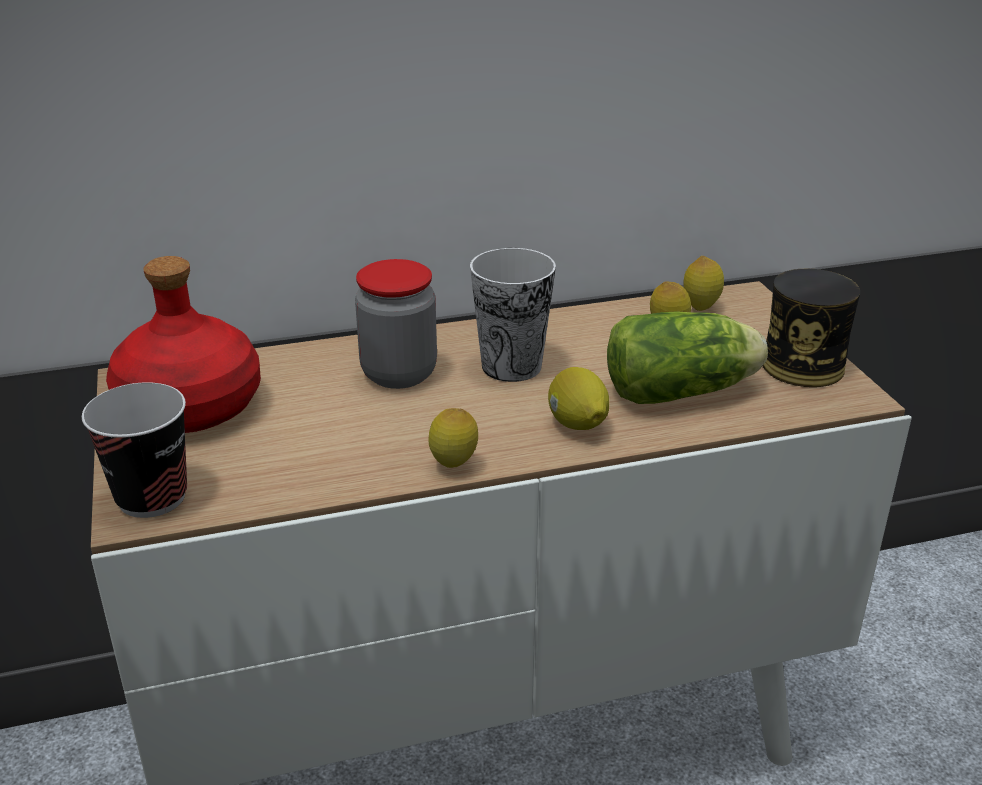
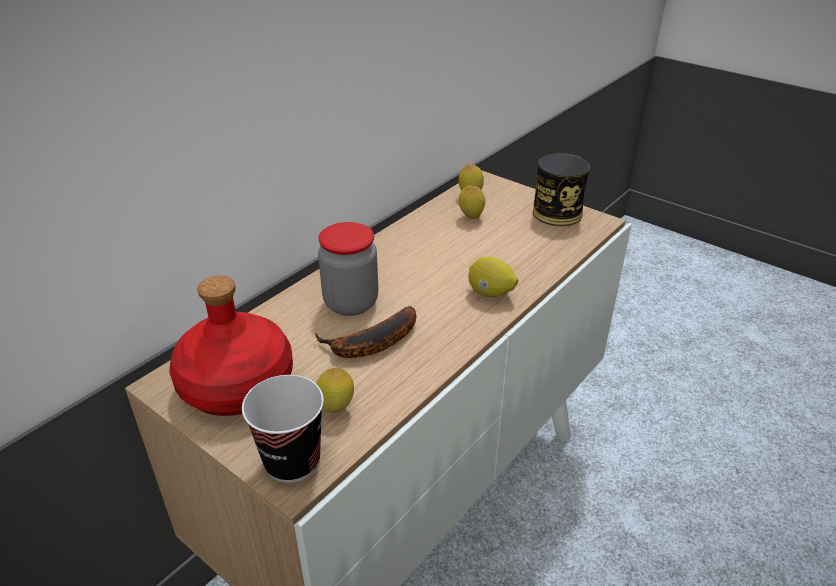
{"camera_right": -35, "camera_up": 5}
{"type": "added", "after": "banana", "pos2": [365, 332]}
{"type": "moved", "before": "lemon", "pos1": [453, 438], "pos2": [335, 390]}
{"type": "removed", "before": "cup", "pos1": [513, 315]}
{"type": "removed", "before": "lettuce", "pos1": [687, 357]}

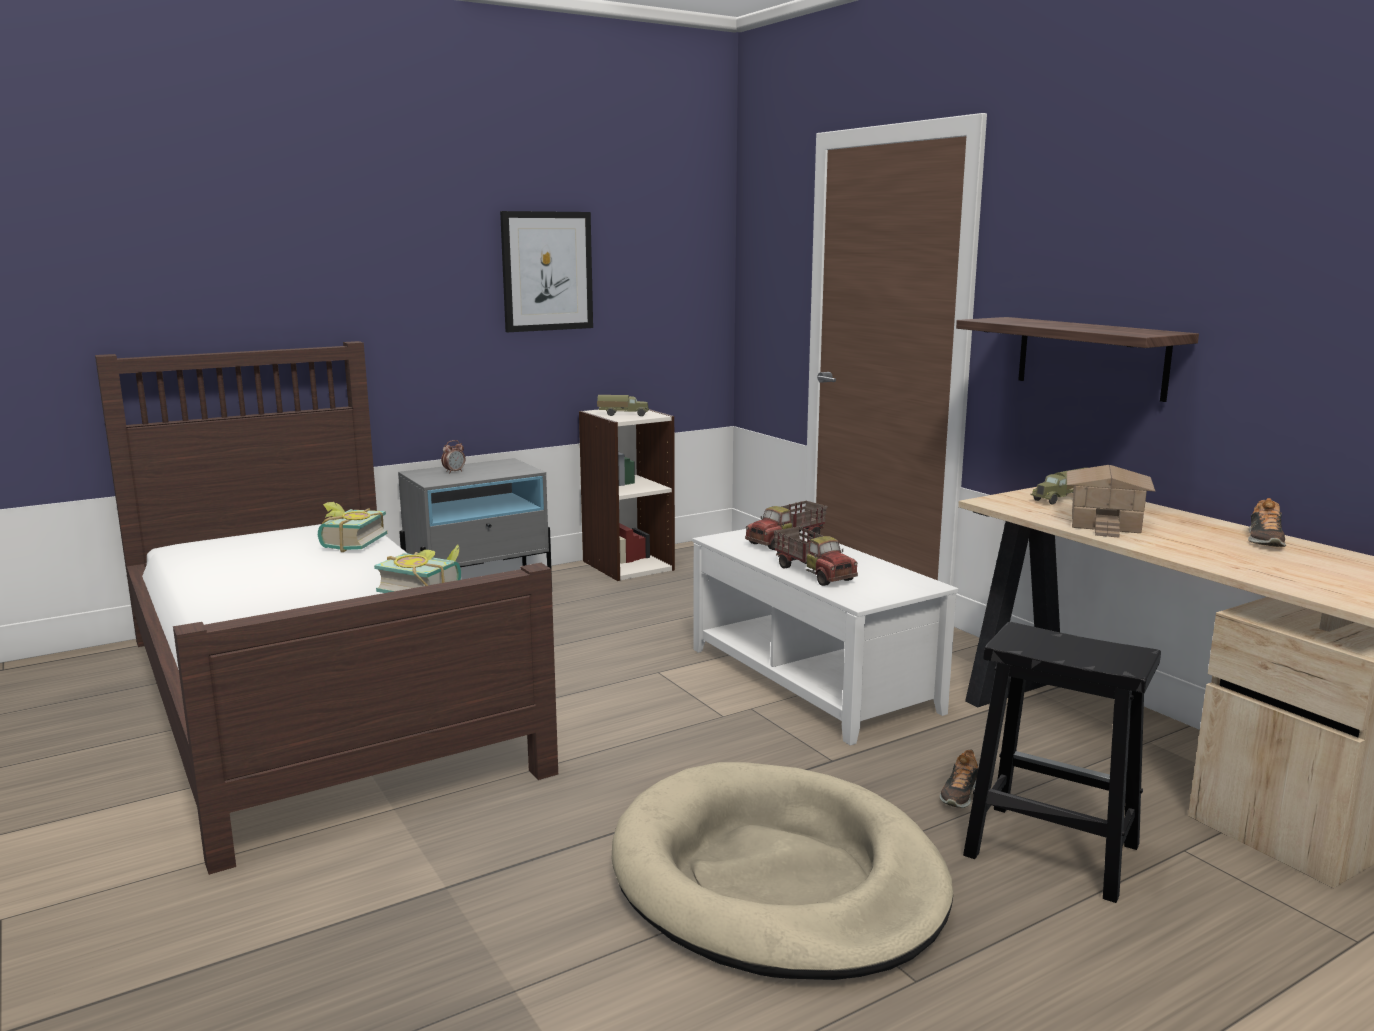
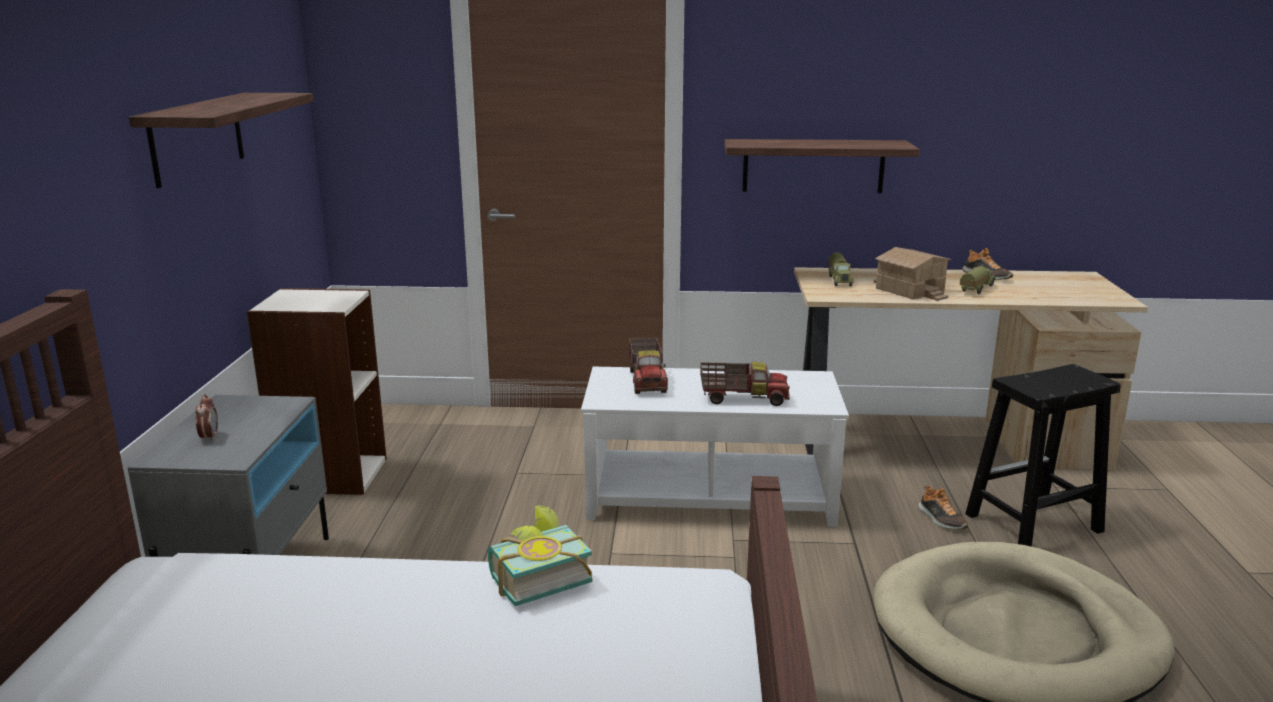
{"camera_right": -55, "camera_up": 5}
{"type": "replaced", "before": "picture", "after": "shelf", "pos1": [546, 271], "pos2": [221, 140]}
{"type": "moved", "before": "toy truck", "pos1": [623, 405], "pos2": [978, 280]}
{"type": "removed", "before": "book", "pos1": [352, 527]}

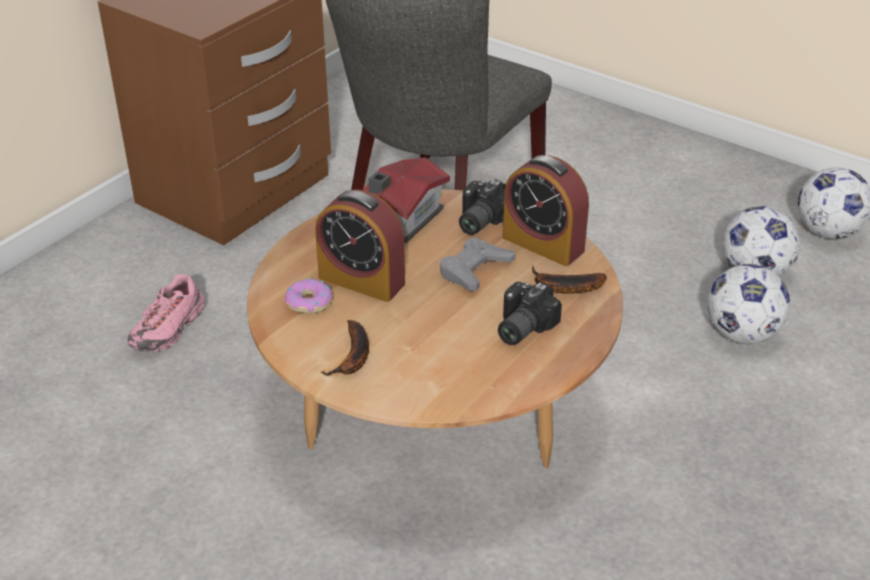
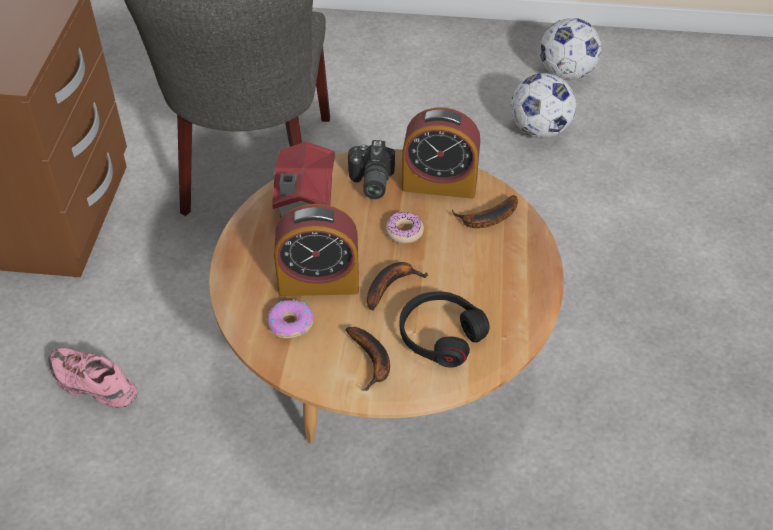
{"camera_right": -30, "camera_up": 10}
{"type": "turned", "before": "pink shoe", "pos1": [166, 313], "pos2": [93, 378], "turn": 120}
{"type": "added", "after": "banana", "pos2": [397, 286]}
{"type": "replaced", "before": "grey game controller", "after": "donut", "pos1": [477, 264], "pos2": [405, 228]}
{"type": "added", "after": "black headphones", "pos2": [445, 329]}
{"type": "removed", "before": "photo camera", "pos1": [530, 313]}
{"type": "removed", "before": "football", "pos1": [748, 304]}

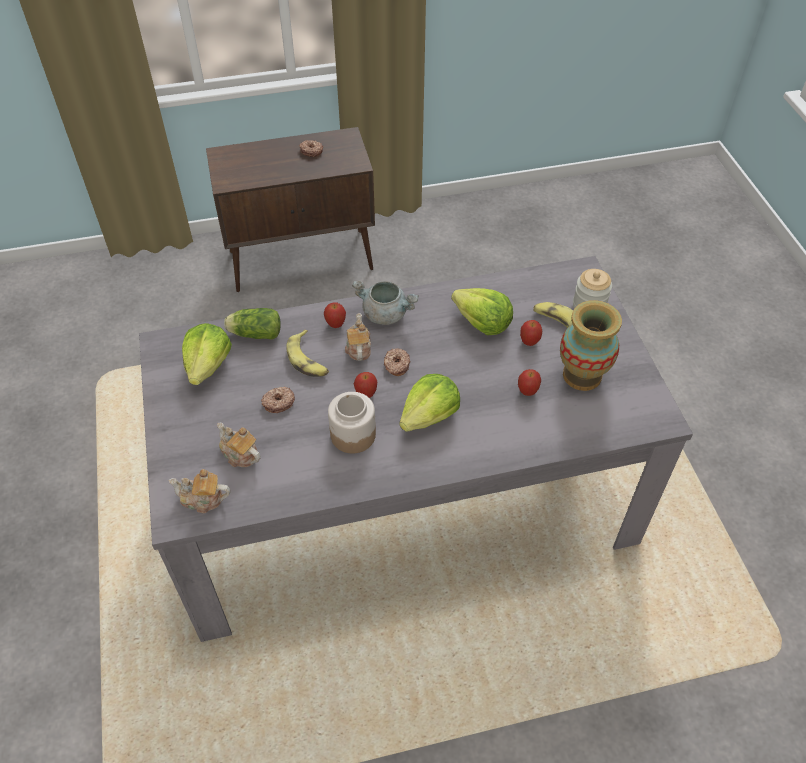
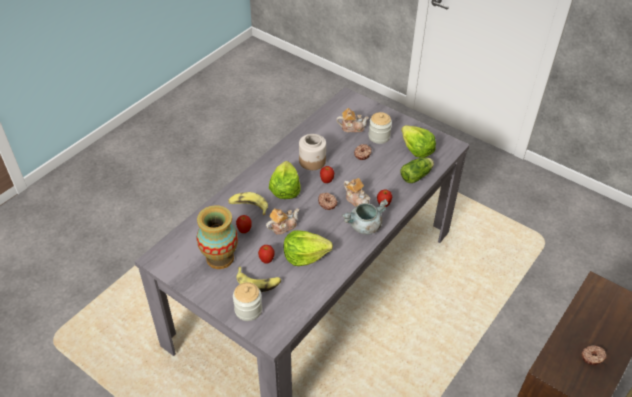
{"camera_right": 140, "camera_up": -5}
{"type": "moved", "before": "banana", "pos1": [307, 353], "pos2": [248, 203]}
{"type": "moved", "before": "teapot", "pos1": [199, 491], "pos2": [282, 221]}
{"type": "added", "after": "jar", "pos2": [380, 128]}

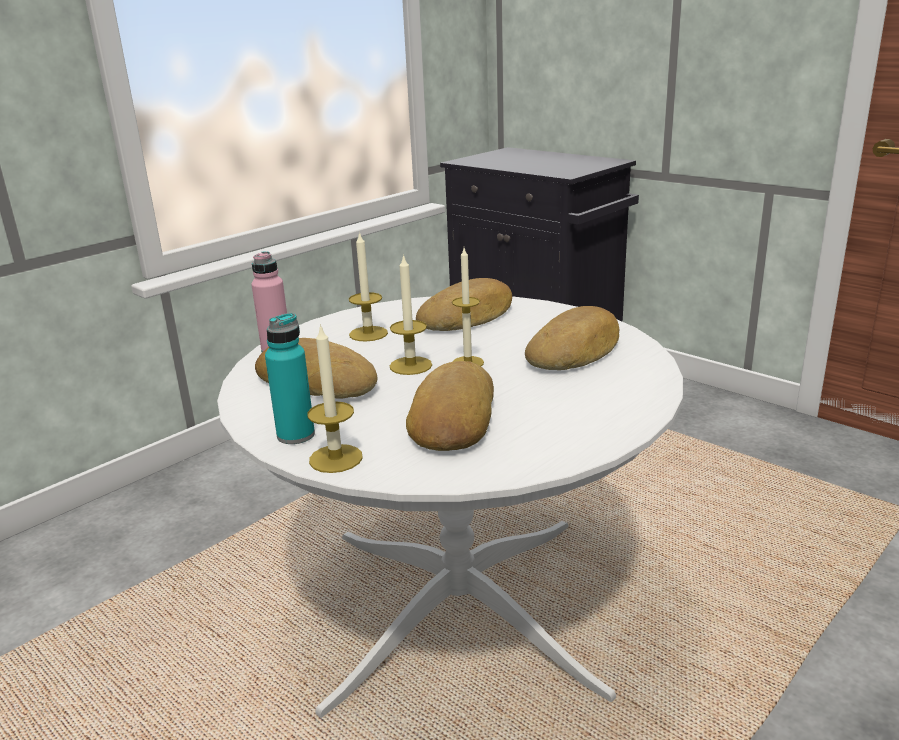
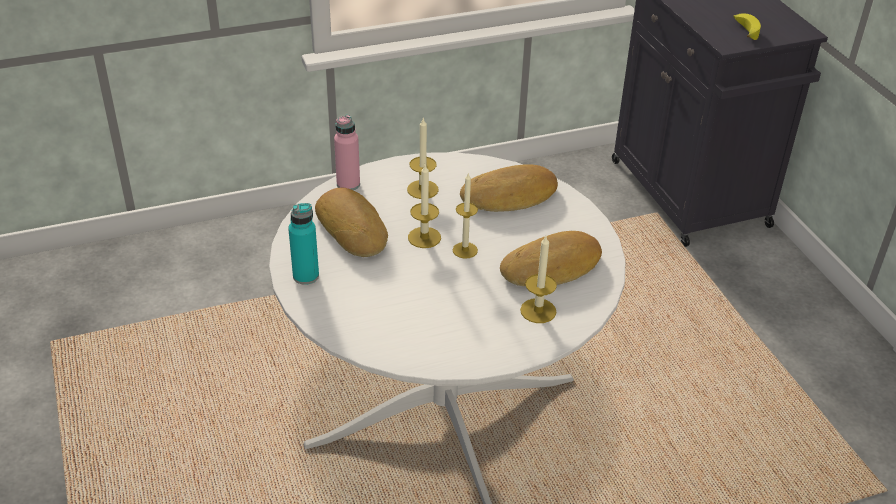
{"camera_right": 25, "camera_up": 15}
{"type": "moved", "before": "candle", "pos1": [335, 398], "pos2": [538, 279]}
{"type": "added", "after": "banana", "pos2": [747, 26]}
{"type": "removed", "before": "bread", "pos1": [450, 406]}

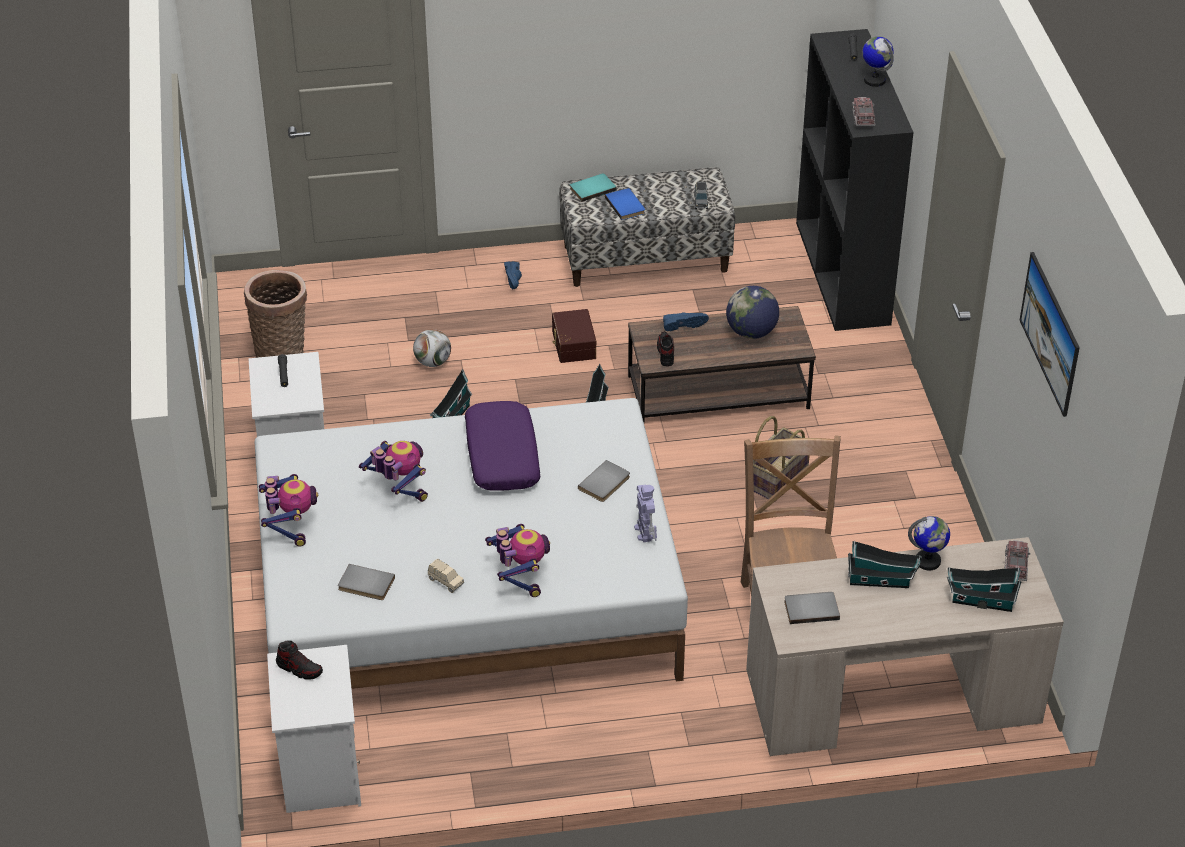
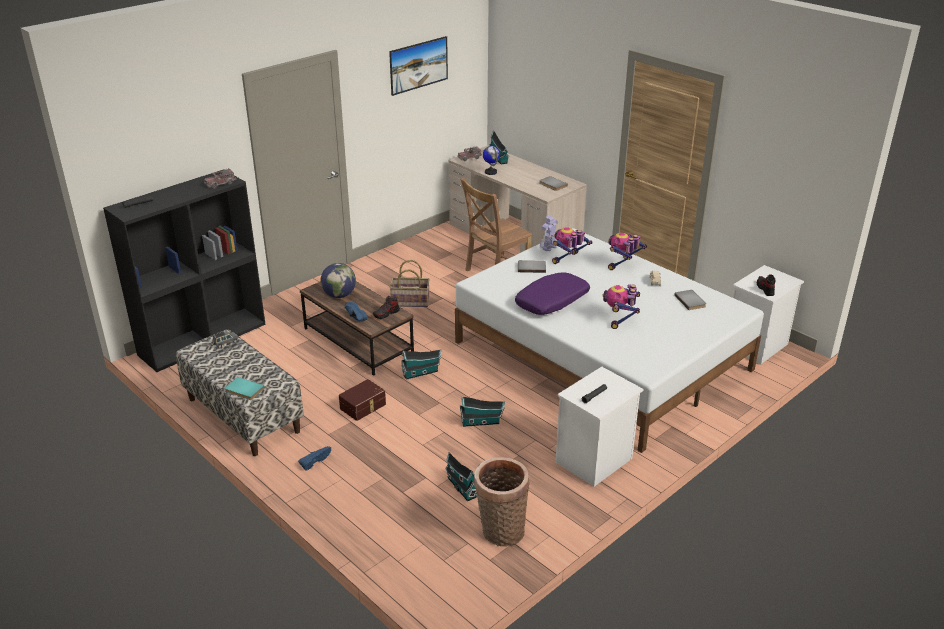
{"camera_right": -125, "camera_up": -10}
{"type": "moved", "before": "toy house", "pos1": [885, 564], "pos2": [461, 476]}
{"type": "moved", "before": "toy robot", "pos1": [288, 510], "pos2": [572, 245]}
{"type": "removed", "before": "football", "pos1": [432, 348]}
{"type": "removed", "before": "blue book", "pos1": [625, 204]}
{"type": "removed", "before": "globe", "pos1": [878, 62]}

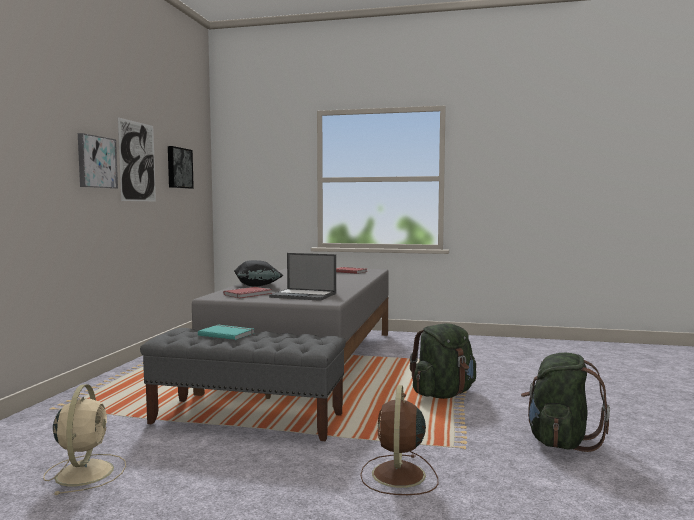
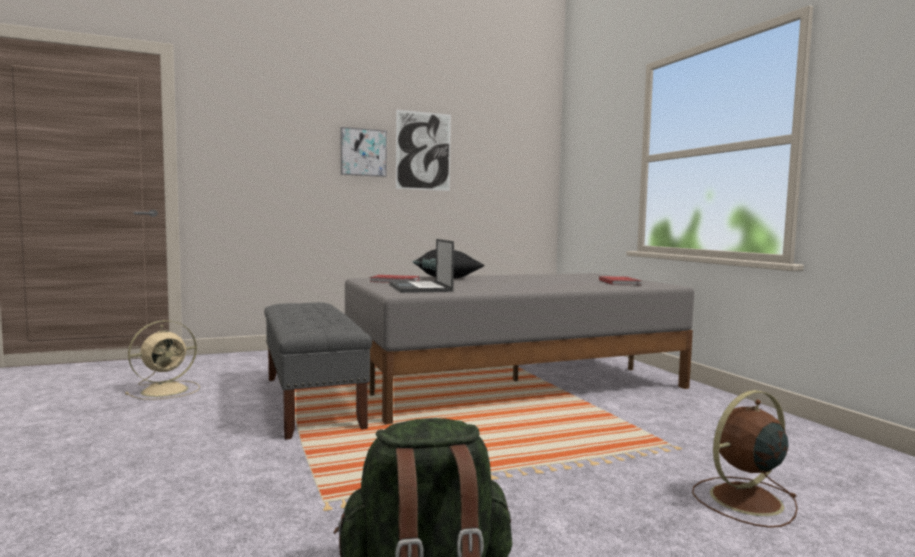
{"camera_right": 55, "camera_up": 0}
{"type": "moved", "before": "brown fan", "pos1": [399, 440], "pos2": [745, 459]}
{"type": "removed", "before": "picture", "pos1": [181, 167]}
{"type": "removed", "before": "turquoise book", "pos1": [226, 332]}
{"type": "removed", "before": "green backpack", "pos1": [443, 361]}

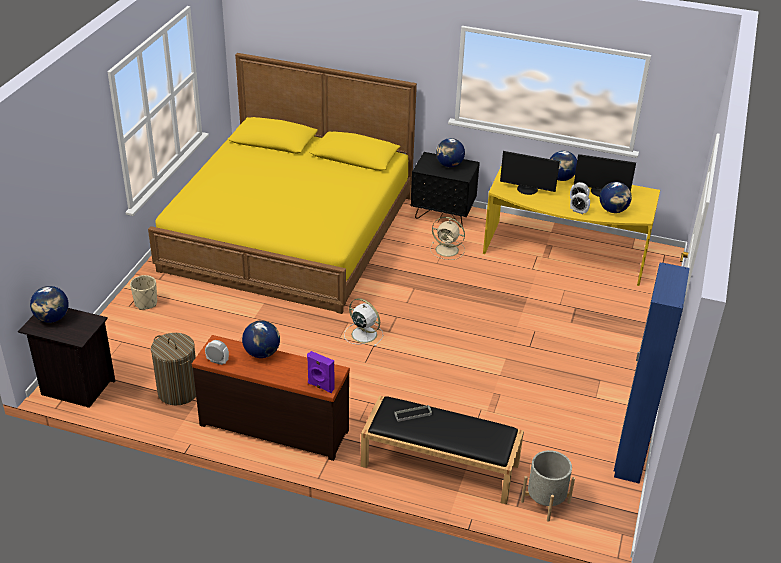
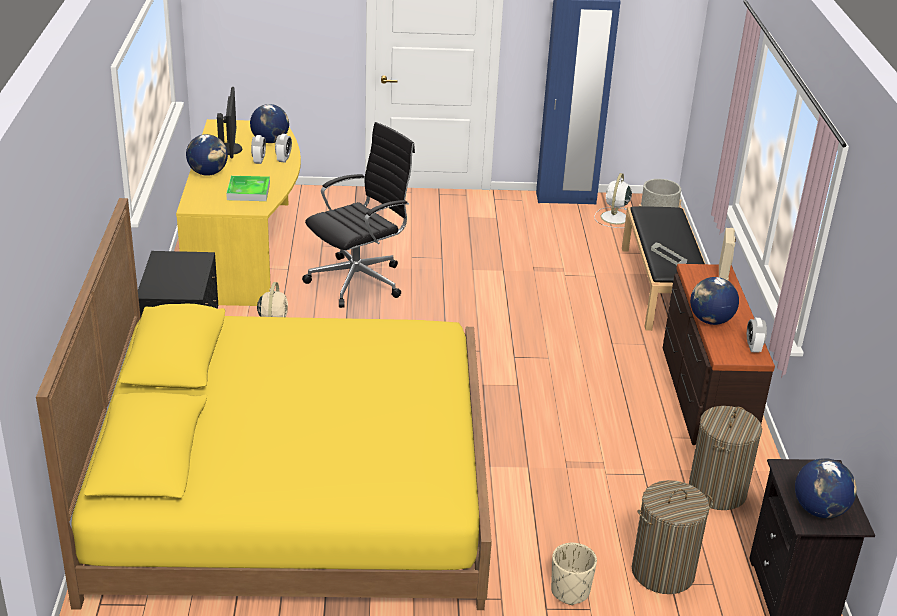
{"camera_right": -110, "camera_up": -5}
{"type": "replaced", "before": "monitor", "after": "tray", "pos1": [530, 173], "pos2": [248, 188]}
{"type": "added", "after": "black office chair", "pos2": [358, 215]}
{"type": "moved", "before": "white fan", "pos1": [363, 322], "pos2": [613, 200]}
{"type": "added", "after": "laundry basket", "pos2": [672, 537]}
{"type": "recoloured", "before": "purple speaker", "after": "beige speaker", "pos1": [321, 372], "pos2": [727, 254]}
{"type": "removed", "before": "globe", "pos1": [450, 152]}

